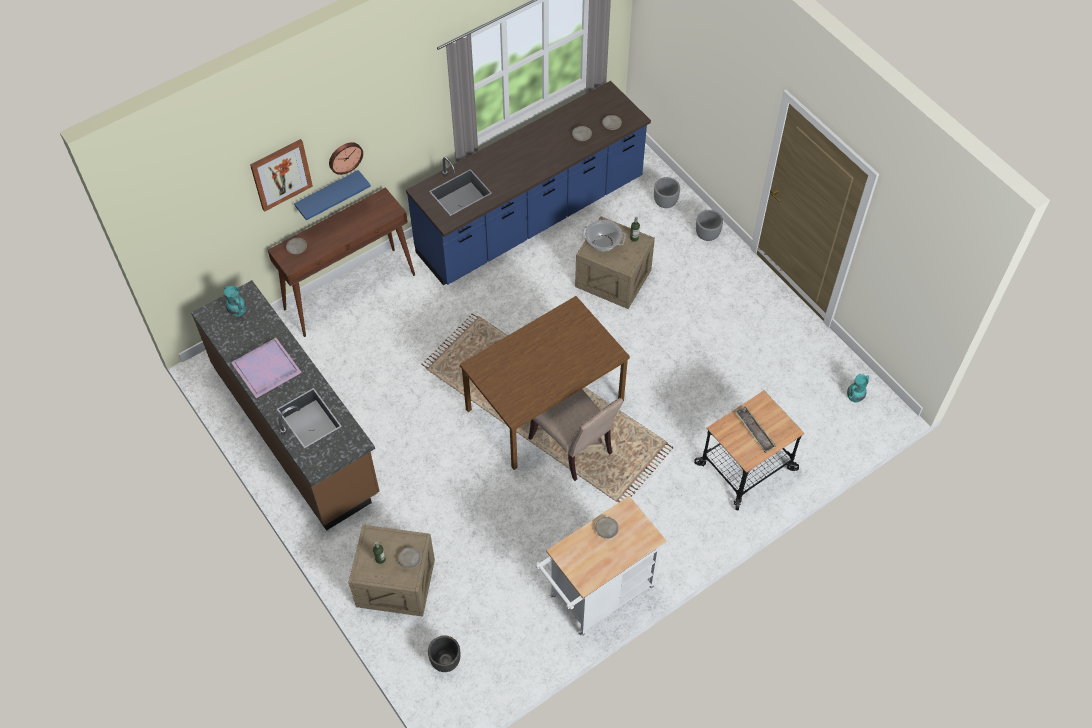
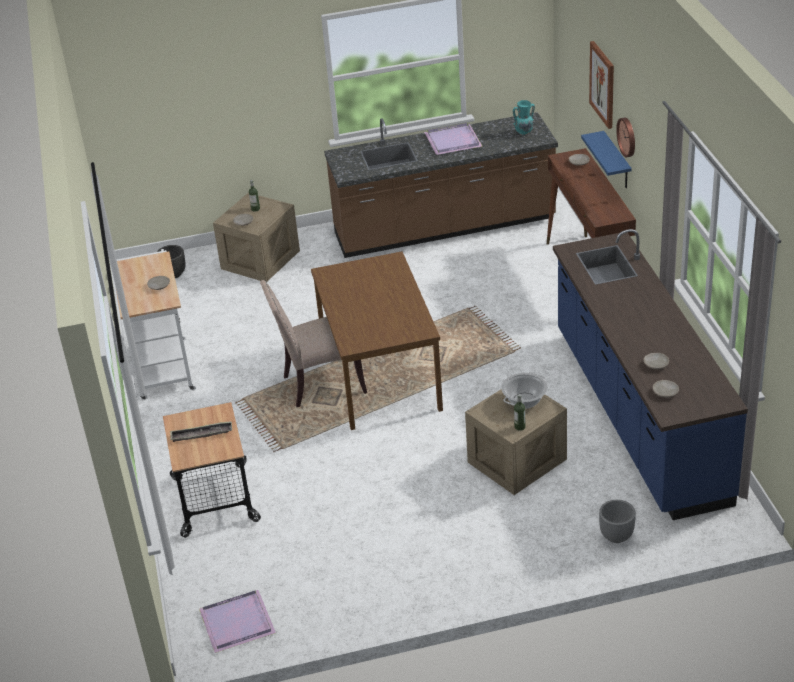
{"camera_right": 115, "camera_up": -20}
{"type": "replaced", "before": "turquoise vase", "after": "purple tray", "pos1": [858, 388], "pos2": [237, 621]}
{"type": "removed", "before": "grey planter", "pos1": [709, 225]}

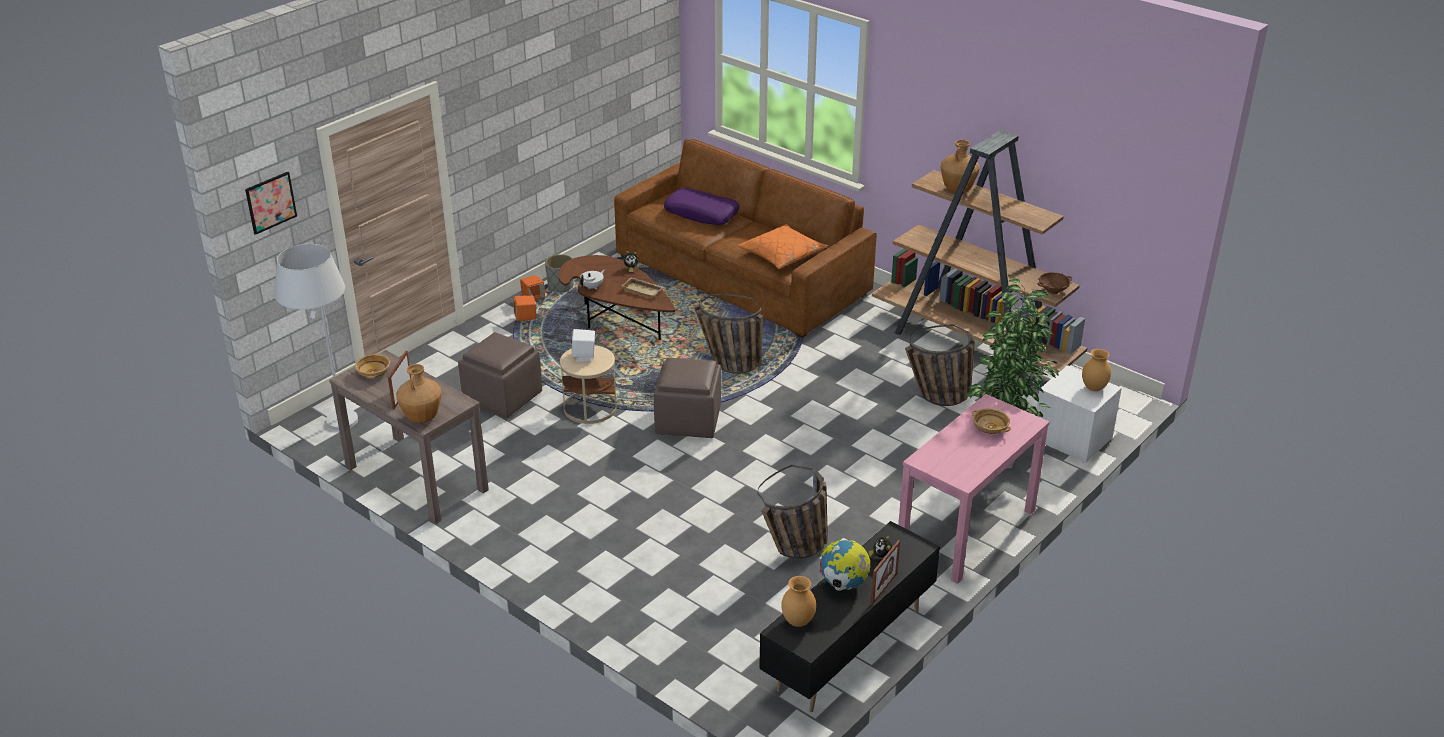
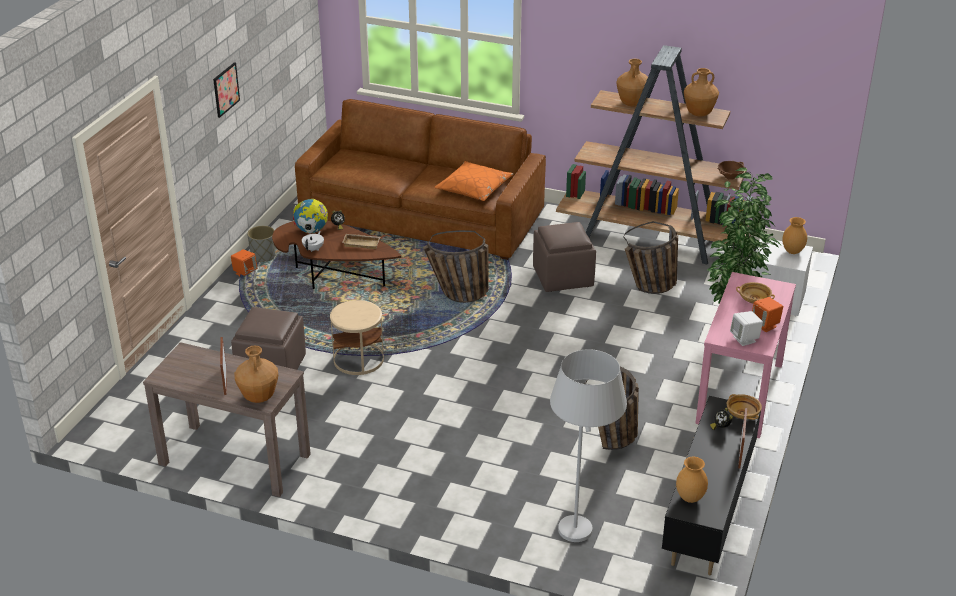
{"camera_right": -20, "camera_up": 0}
{"type": "moved", "before": "picture", "pos1": [271, 203], "pos2": [226, 90]}
{"type": "moved", "before": "globe", "pos1": [845, 565], "pos2": [310, 216]}
{"type": "moved", "before": "brown ottoman", "pos1": [687, 397], "pos2": [564, 257]}
{"type": "moved", "before": "white floor lamp", "pos1": [316, 337], "pos2": [588, 445]}
{"type": "added", "after": "brown vase", "pos2": [701, 92]}
{"type": "moved", "before": "beige bowl", "pos1": [372, 365], "pos2": [744, 407]}
{"type": "moved", "before": "white speaker", "pos1": [583, 345], "pos2": [746, 328]}
{"type": "moved", "before": "orange speaker", "pos1": [525, 308], "pos2": [767, 314]}
{"type": "removed", "before": "purple pillow", "pos1": [701, 206]}

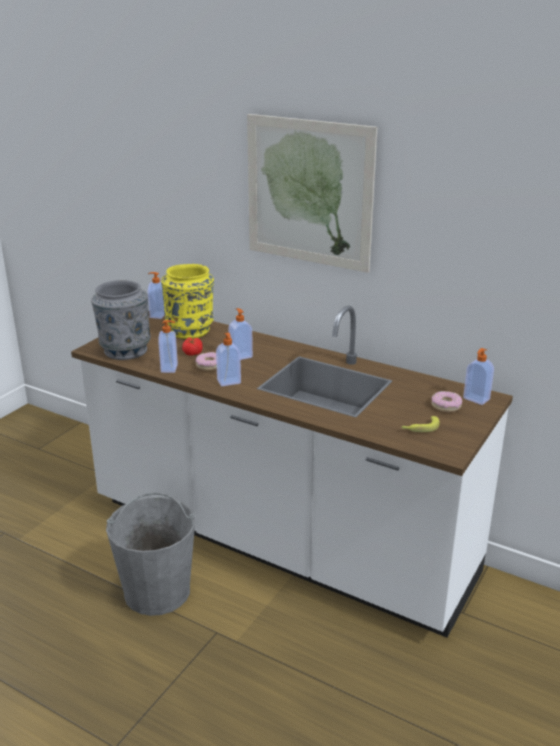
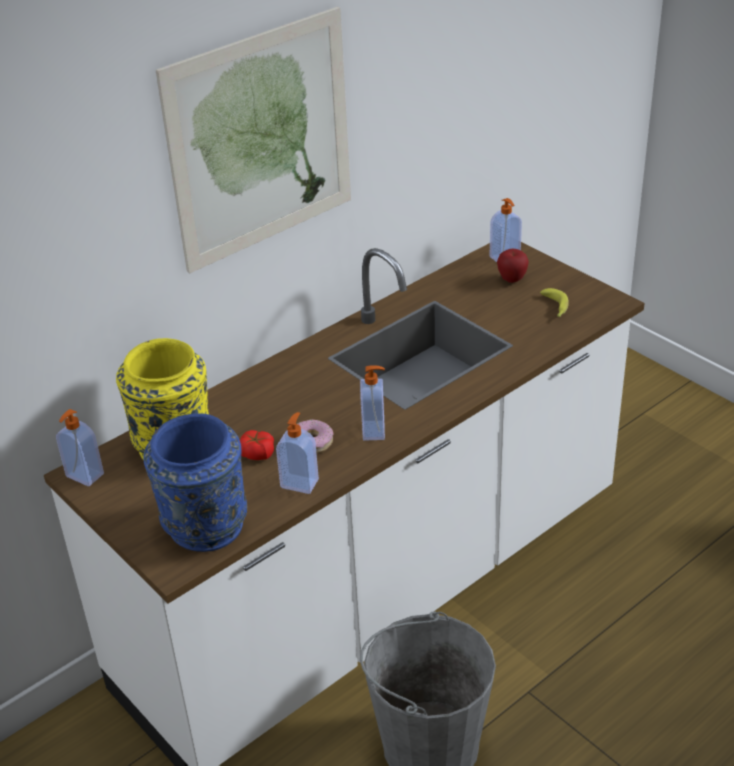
{"camera_right": -70, "camera_up": 10}
{"type": "recoloured", "before": "grey vase", "after": "blue vase", "pos1": [121, 320], "pos2": [195, 482]}
{"type": "replaced", "before": "donut", "after": "apple", "pos1": [447, 401], "pos2": [513, 266]}
{"type": "removed", "before": "soap dispenser", "pos1": [240, 334]}

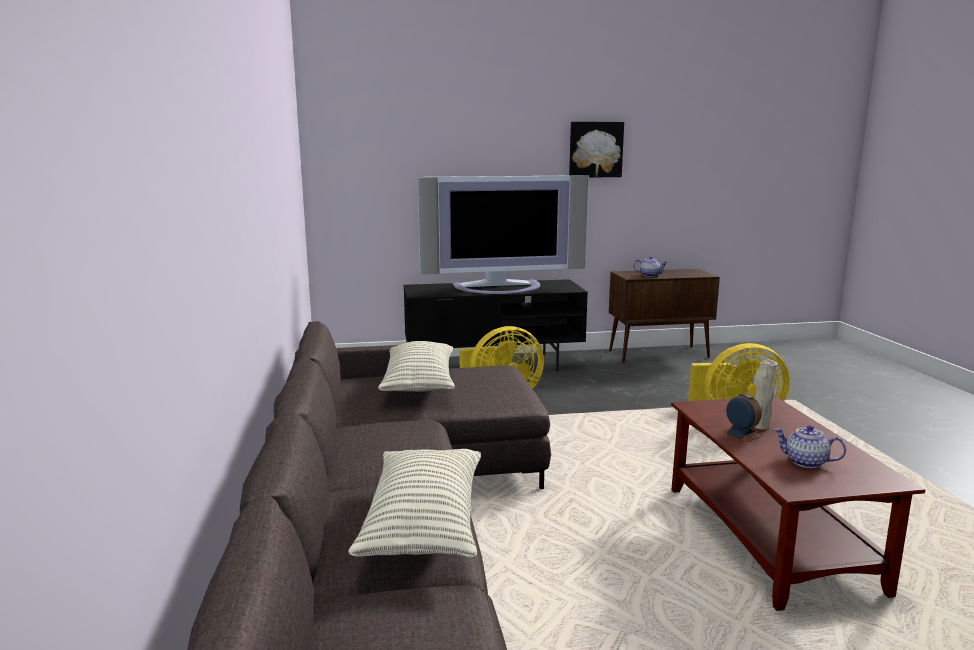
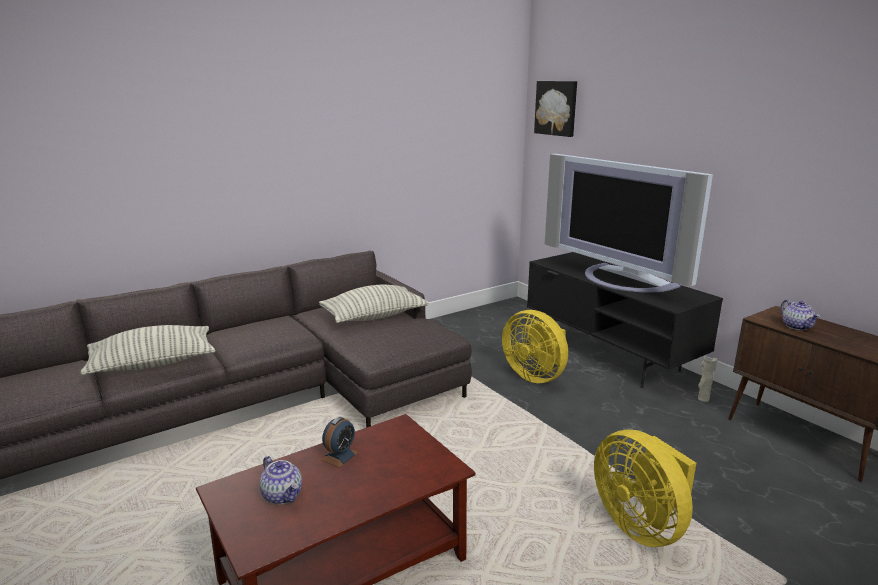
{"camera_right": 65, "camera_up": 5}
{"type": "turned", "before": "teapot", "pos1": [810, 446], "pos2": [281, 480], "turn": 135}
{"type": "moved", "before": "picture", "pos1": [596, 149], "pos2": [555, 109]}
{"type": "moved", "before": "beige vase", "pos1": [765, 394], "pos2": [708, 379]}

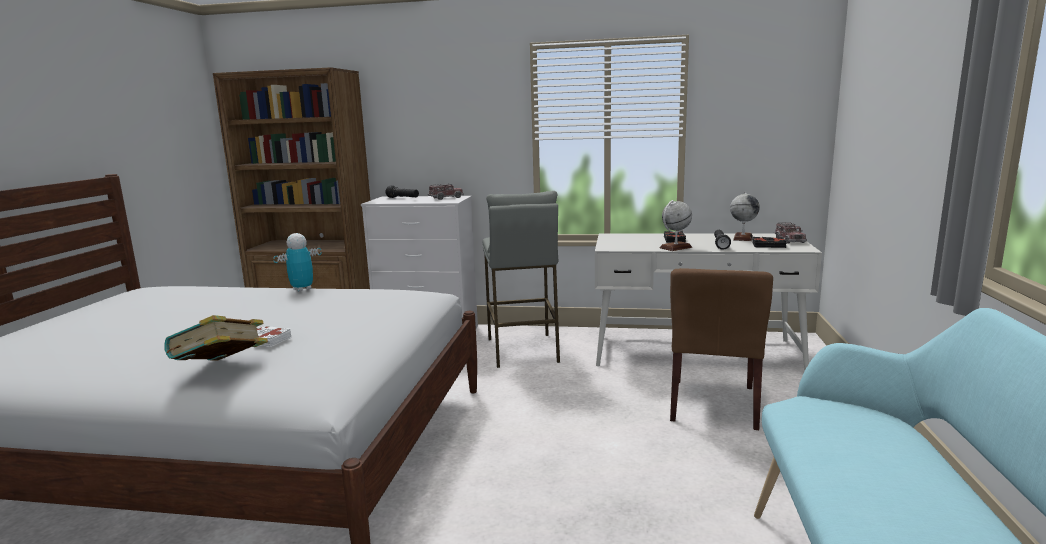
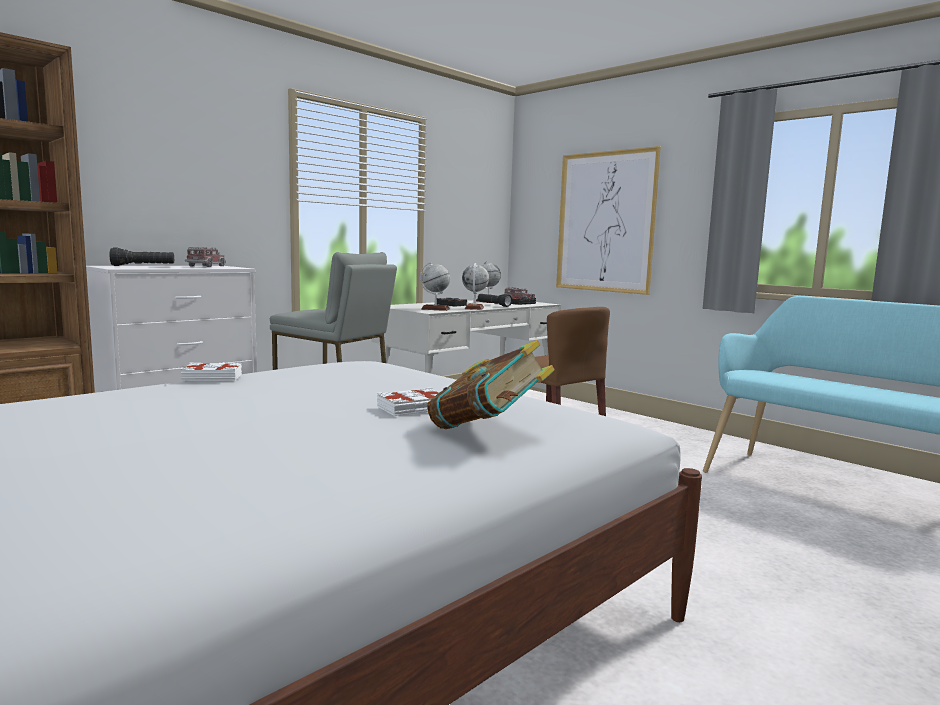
{"camera_right": -55, "camera_up": -5}
{"type": "replaced", "before": "toy robot", "after": "white book", "pos1": [298, 262], "pos2": [211, 371]}
{"type": "added", "after": "globe", "pos2": [435, 286]}
{"type": "added", "after": "picture", "pos2": [608, 220]}

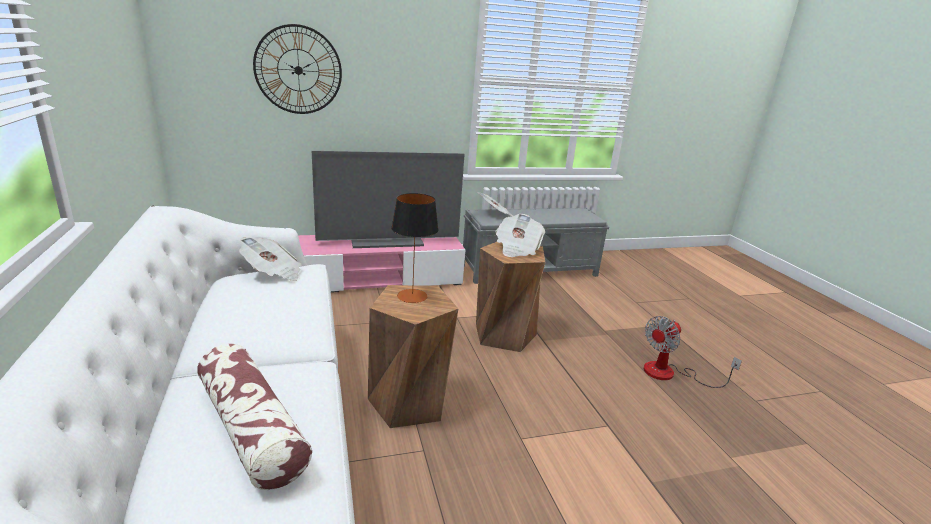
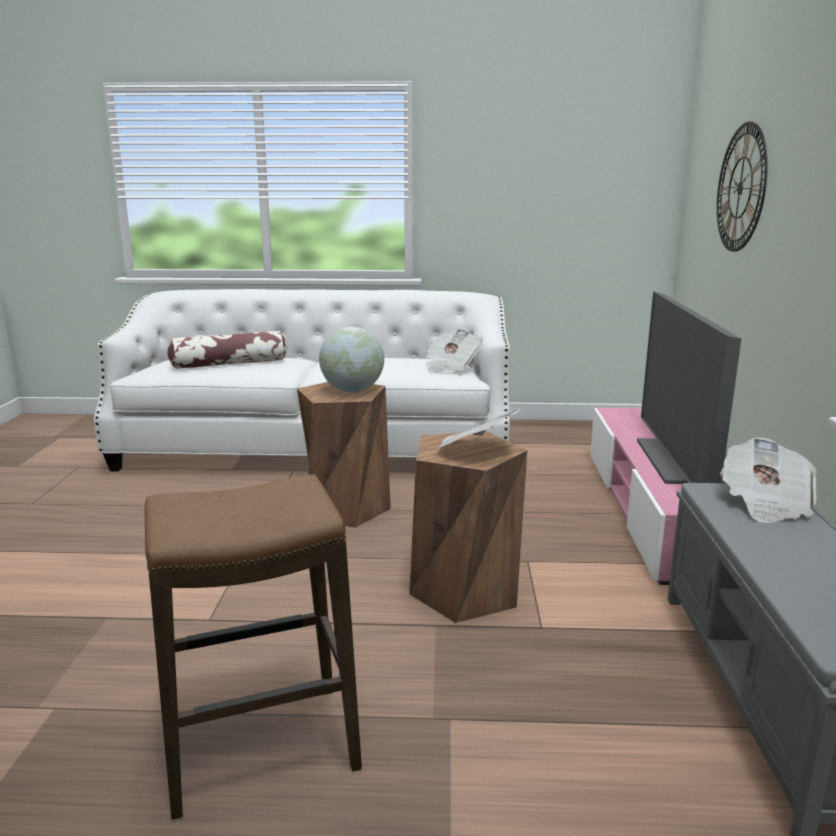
{"camera_right": 110, "camera_up": -5}
{"type": "replaced", "before": "fan", "after": "stool", "pos1": [693, 352], "pos2": [253, 647]}
{"type": "replaced", "before": "table lamp", "after": "globe", "pos1": [414, 248], "pos2": [351, 359]}

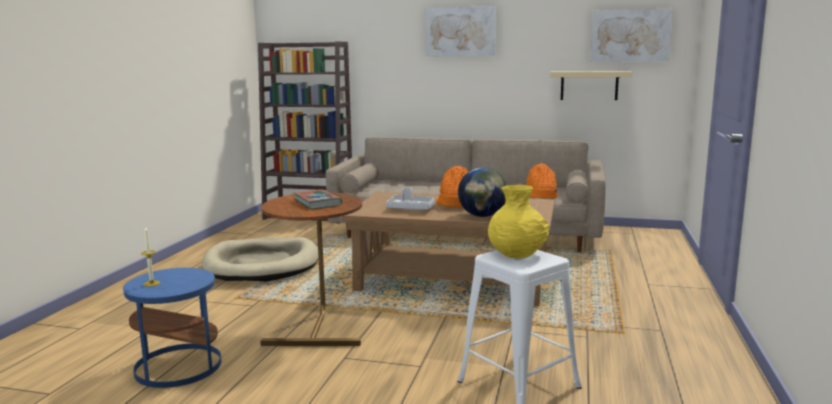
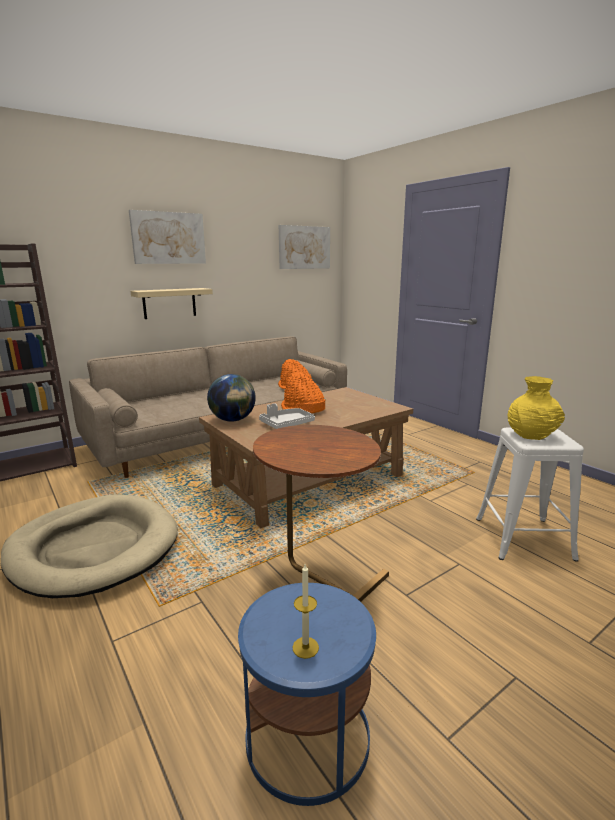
{"camera_right": -50, "camera_up": 5}
{"type": "moved", "before": "beige shelf", "pos1": [591, 85], "pos2": [171, 303]}
{"type": "moved", "before": "globe", "pos1": [482, 192], "pos2": [231, 398]}
{"type": "removed", "before": "book", "pos1": [317, 199]}

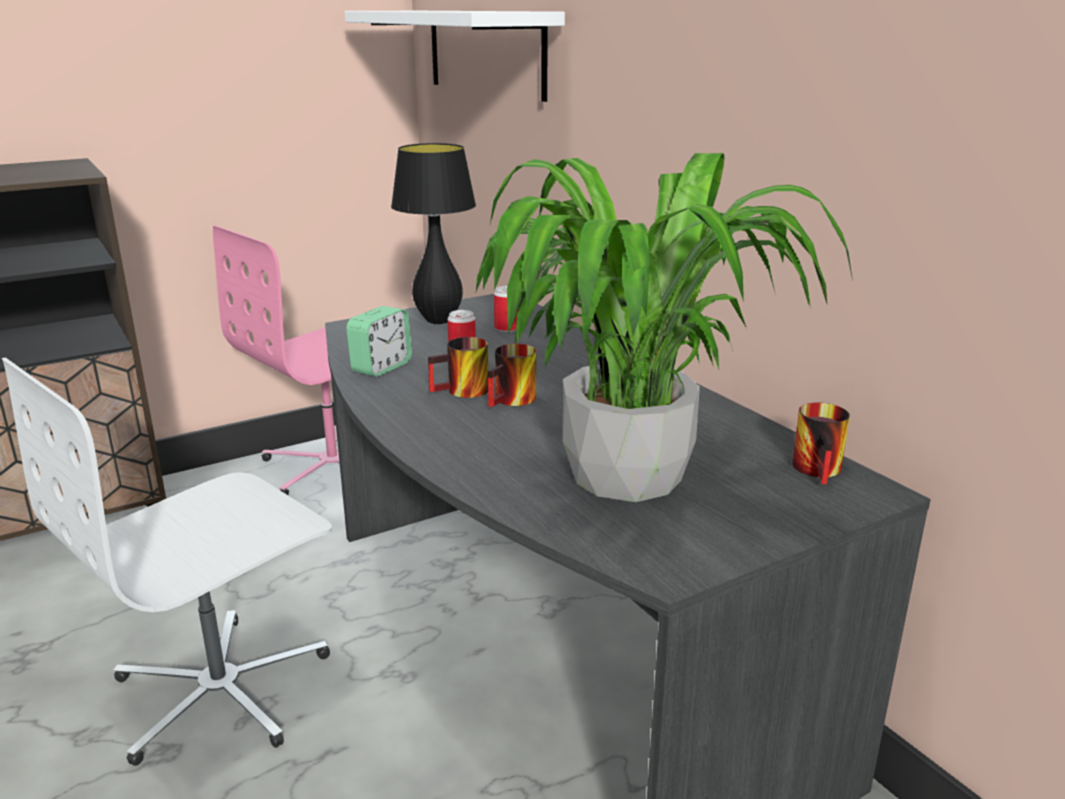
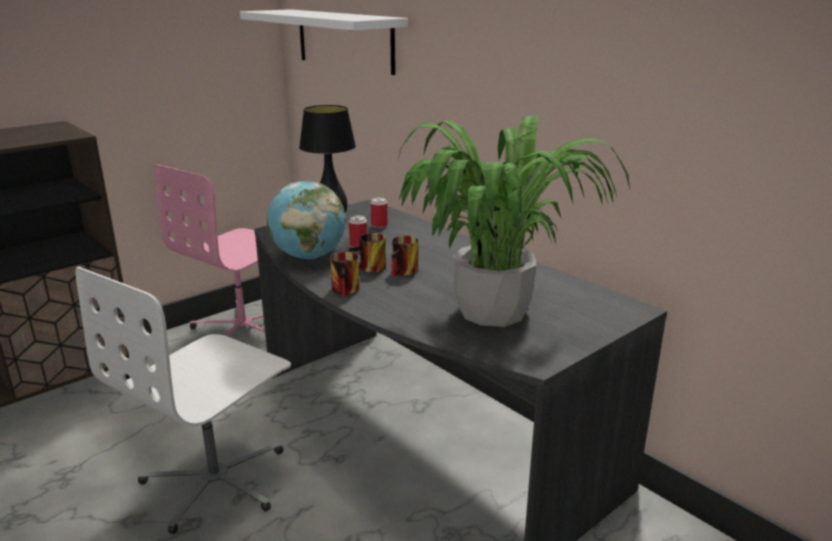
{"camera_right": -10, "camera_up": 0}
{"type": "replaced", "before": "alarm clock", "after": "globe", "pos1": [379, 341], "pos2": [306, 220]}
{"type": "moved", "before": "mug", "pos1": [821, 443], "pos2": [344, 275]}

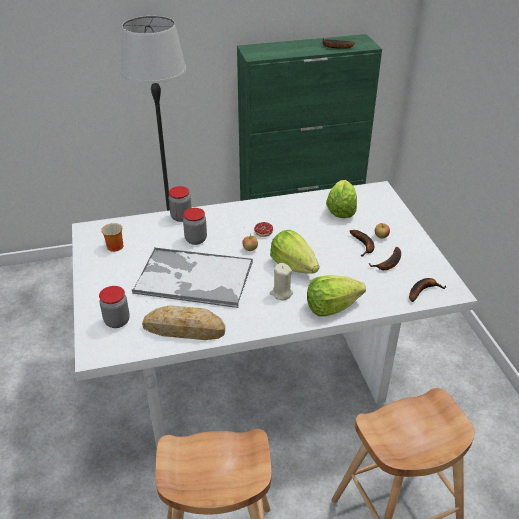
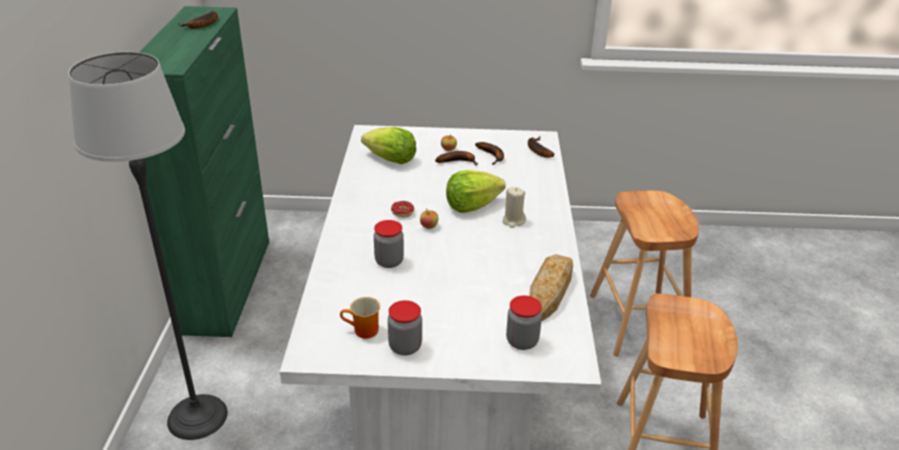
{"camera_right": -75, "camera_up": -5}
{"type": "moved", "before": "jar", "pos1": [180, 204], "pos2": [405, 328]}
{"type": "removed", "before": "tray", "pos1": [192, 278]}
{"type": "removed", "before": "lettuce", "pos1": [336, 295]}

